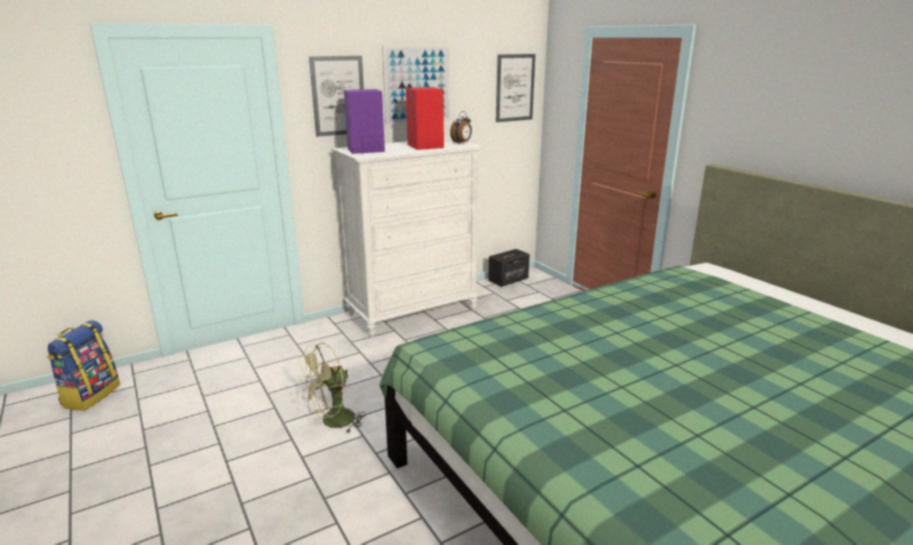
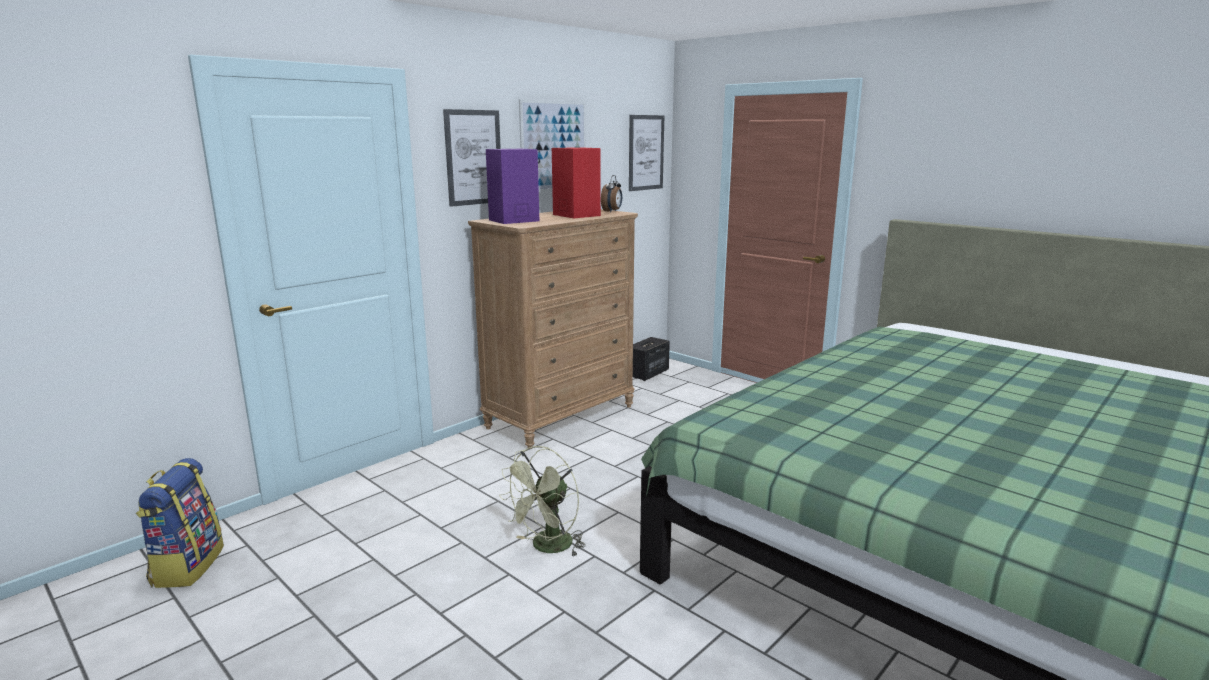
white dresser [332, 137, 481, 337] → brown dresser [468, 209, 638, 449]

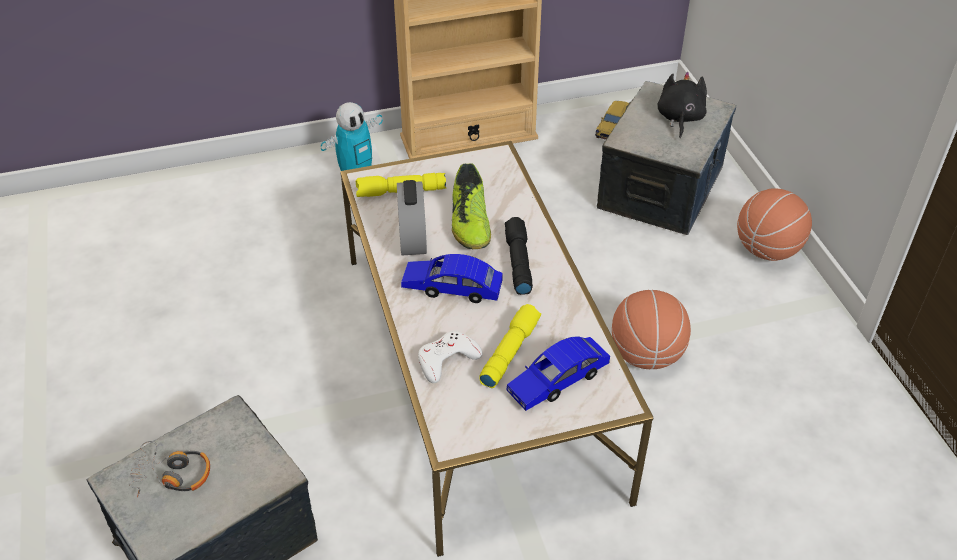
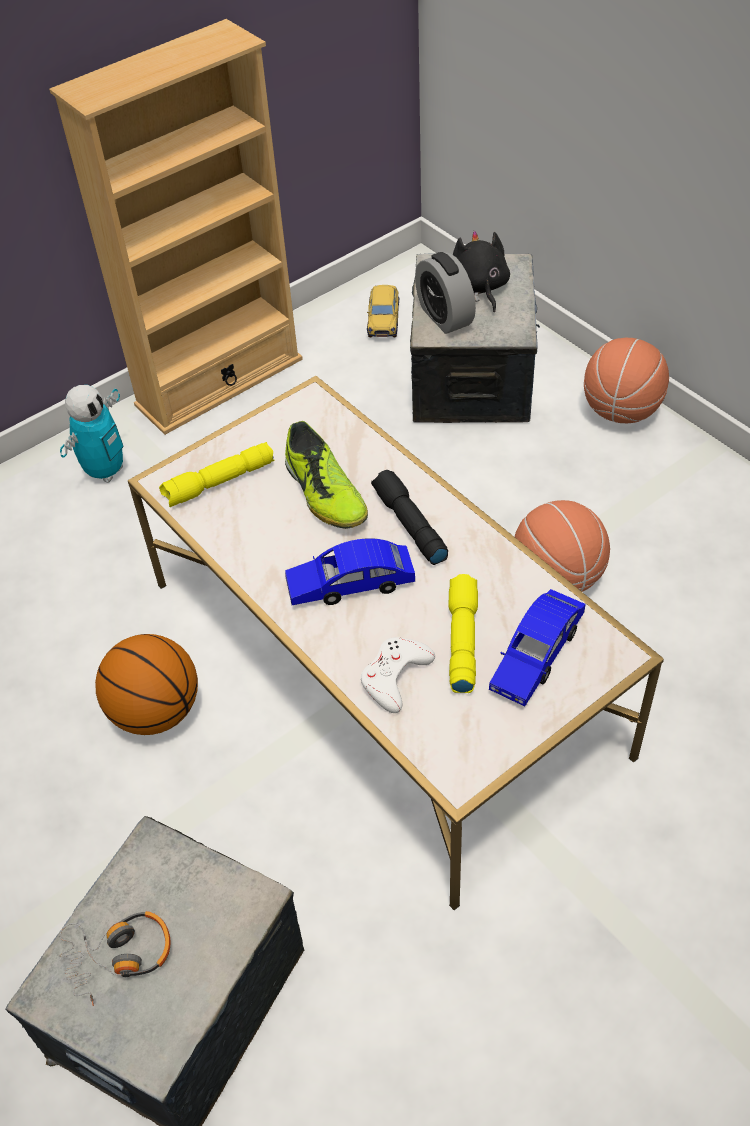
alarm clock [397, 180, 427, 255] → alarm clock [415, 252, 476, 334], moved
- → basketball [95, 634, 198, 735]

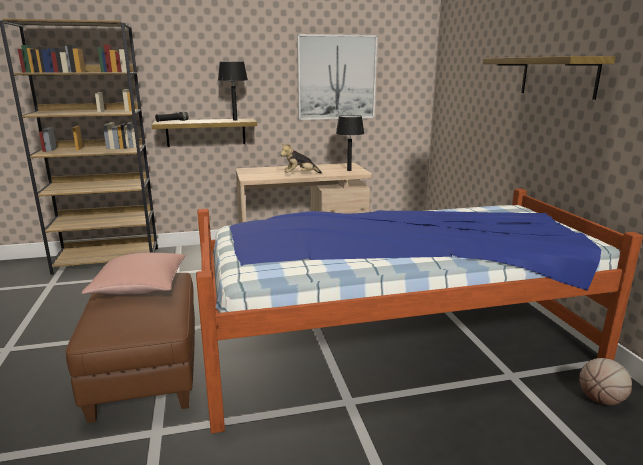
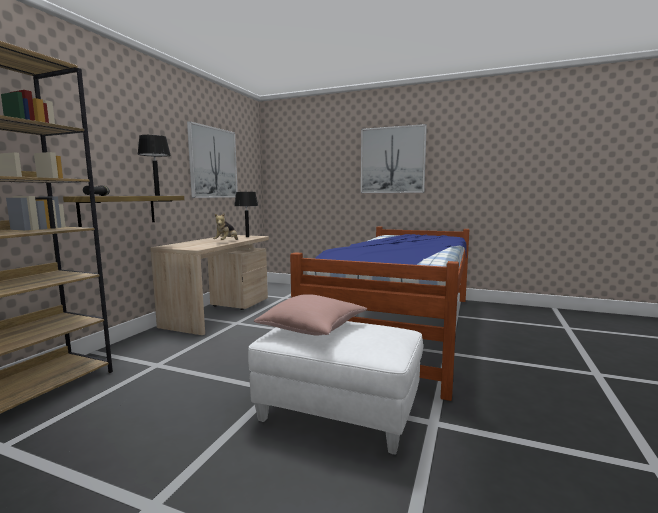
shelf [483, 56, 616, 100] → picture [361, 124, 427, 193]
brown ottoman [66, 273, 195, 423] → white ottoman [248, 321, 423, 455]
basketball [579, 358, 632, 405] → -

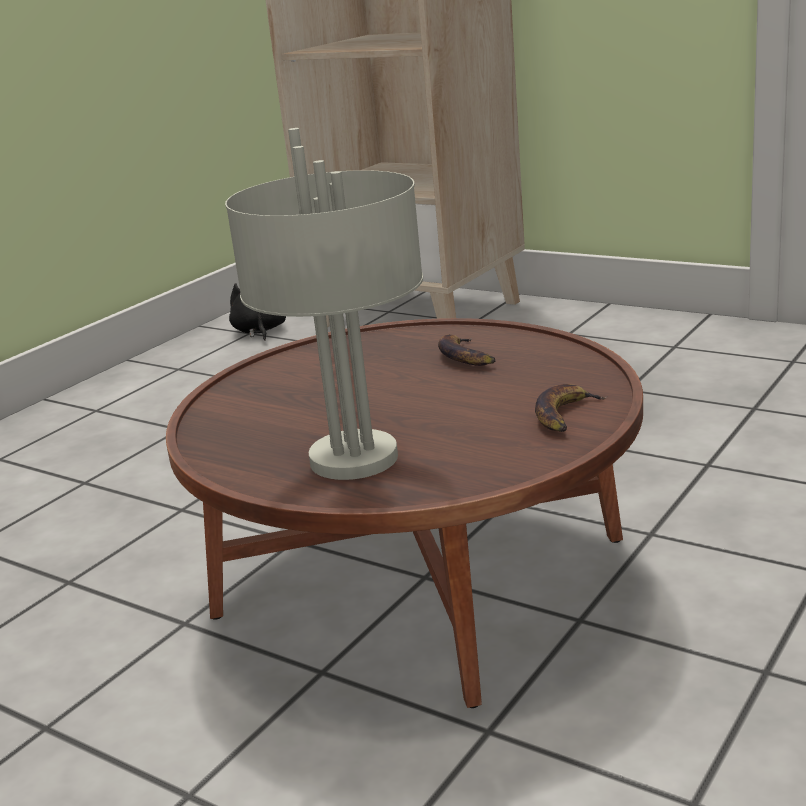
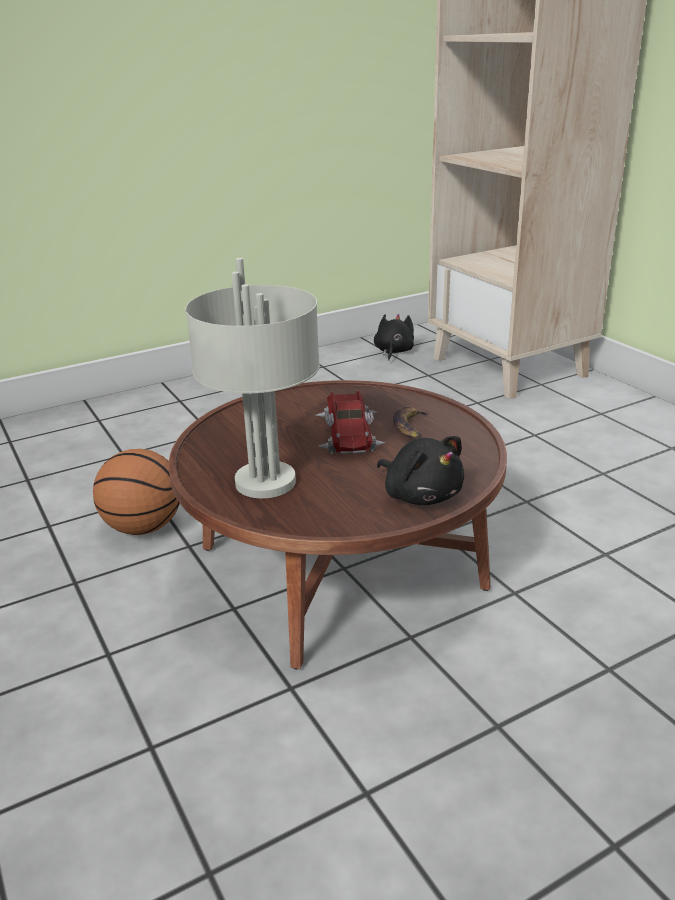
banana [535, 384, 608, 432] → black plush toy [377, 436, 464, 505]
- → toy car [316, 391, 386, 454]
- → basketball [93, 449, 180, 535]

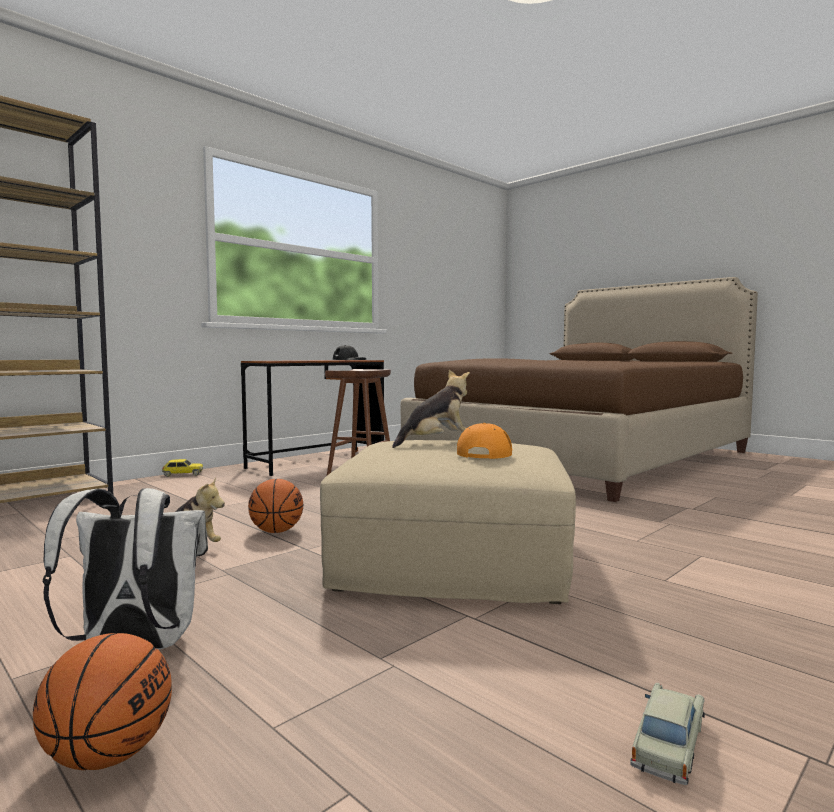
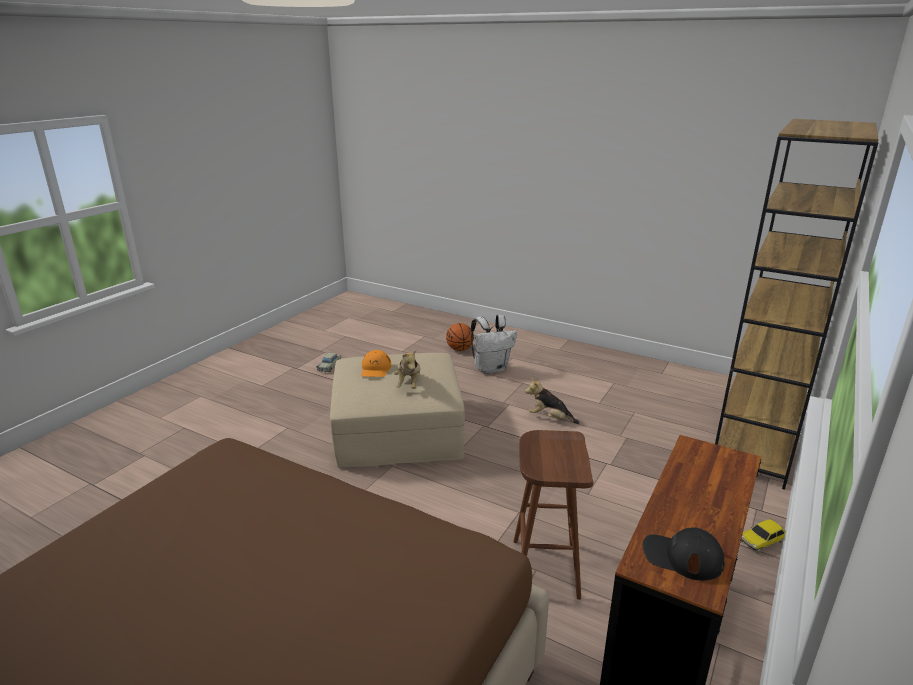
plush toy [392, 370, 470, 448] → plush toy [394, 350, 420, 389], 45 degrees counterclockwise
basketball [248, 479, 303, 533] → -

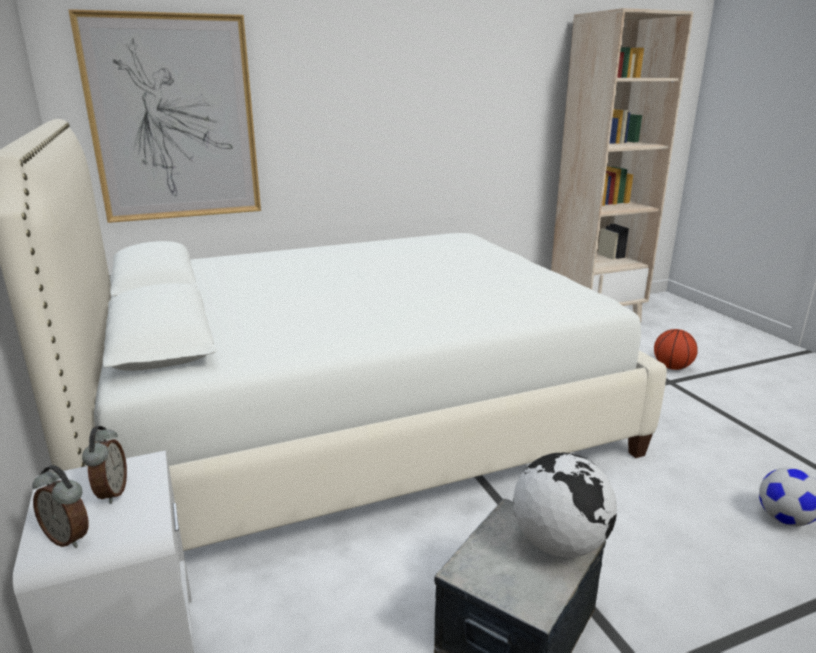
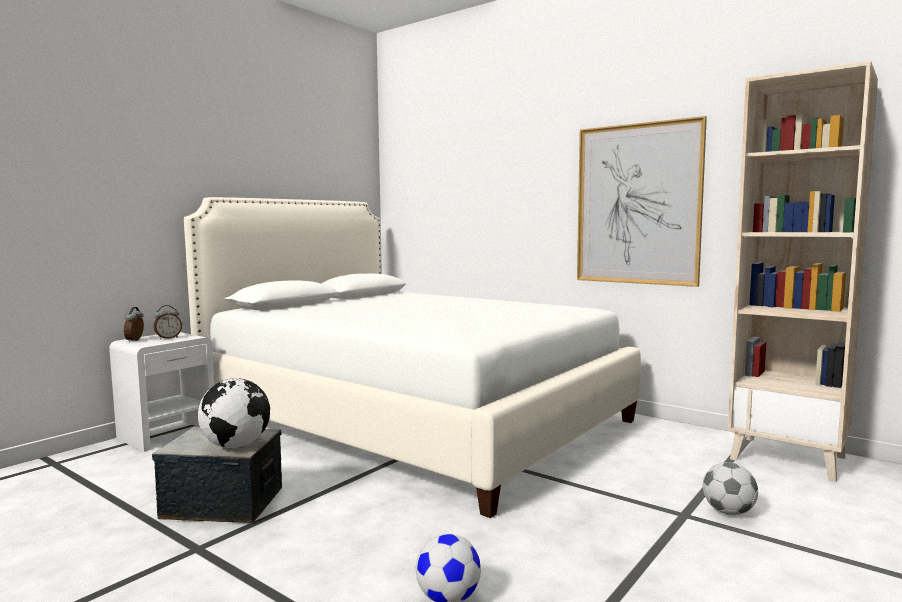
picture [68, 9, 261, 223] → picture [577, 116, 707, 287], moved
basketball [654, 329, 698, 370] → football [703, 462, 758, 515]

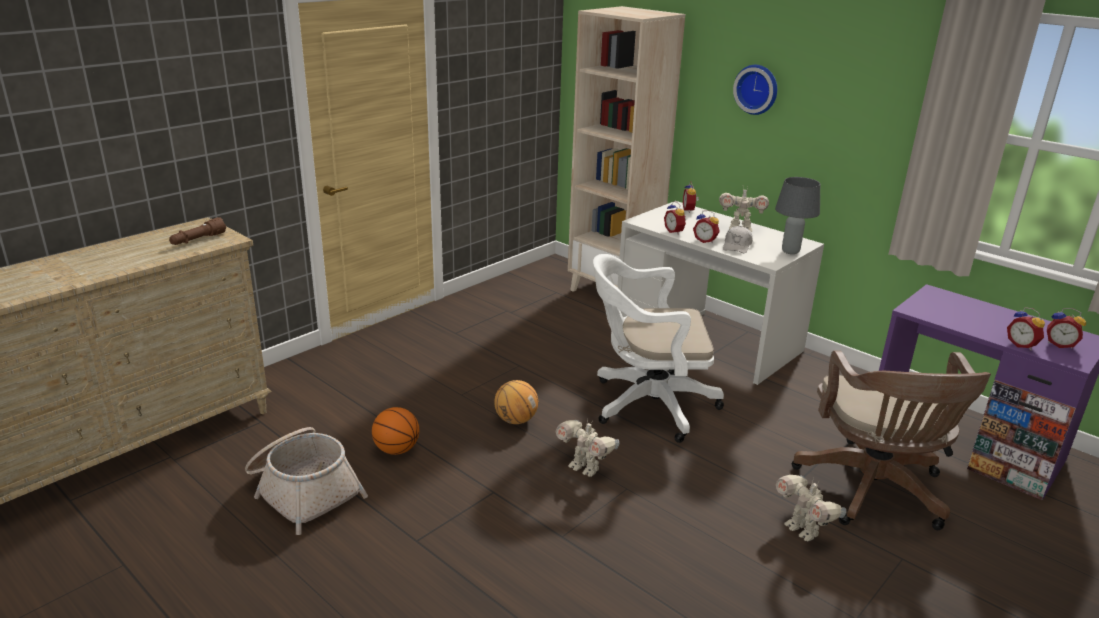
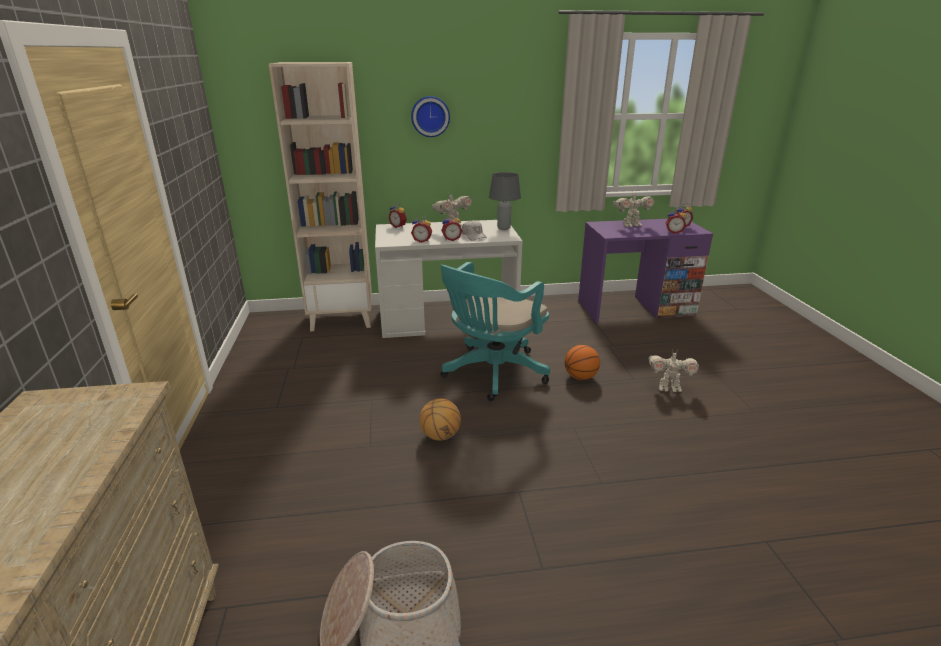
brown flashlight [169, 217, 226, 245] → -
white office chair [593, 254, 724, 443] → turquoise office chair [441, 262, 550, 401]
brown office chair [792, 350, 991, 530] → -
basketball [372, 407, 419, 455] → basketball [564, 345, 600, 380], moved
toy robot [556, 418, 619, 477] → toy robot [613, 191, 655, 227], moved

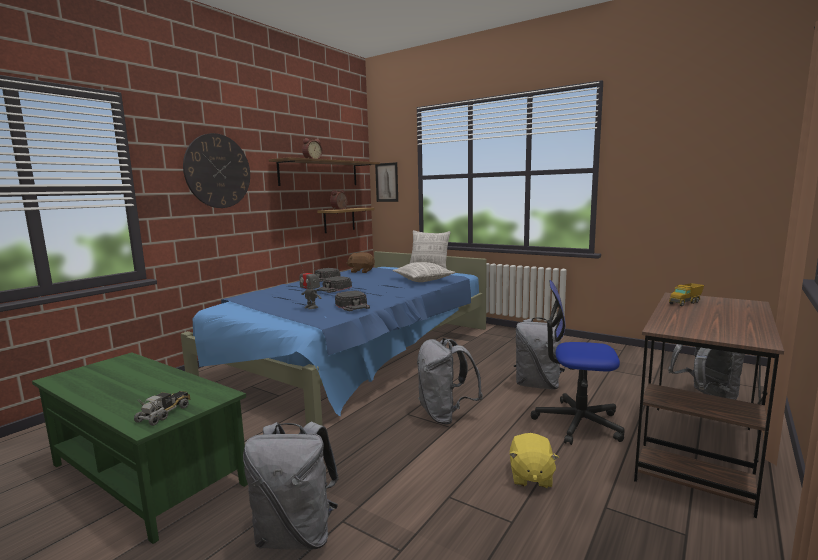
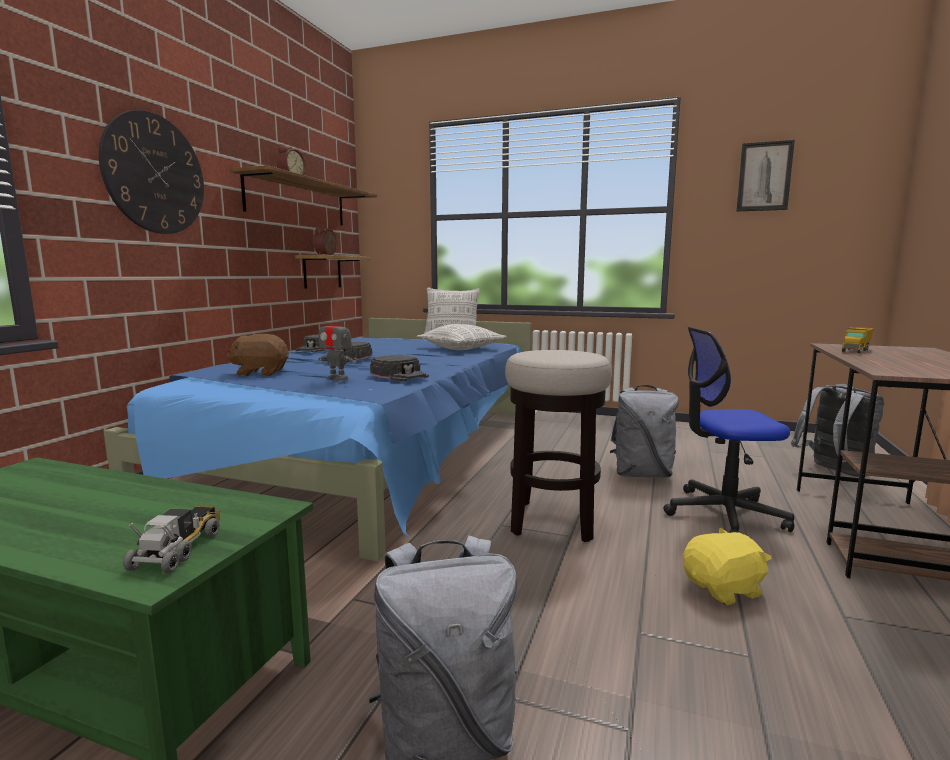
picture [375, 162, 398, 202] → picture [736, 140, 795, 212], moved
brown plush toy [347, 252, 375, 273] → brown plush toy [227, 334, 289, 376], moved
grey backpack [417, 338, 483, 424] → stool [505, 350, 612, 542]
yellow plush toy [509, 433, 559, 488] → yellow plush toy [683, 527, 772, 606], 105 degrees counterclockwise

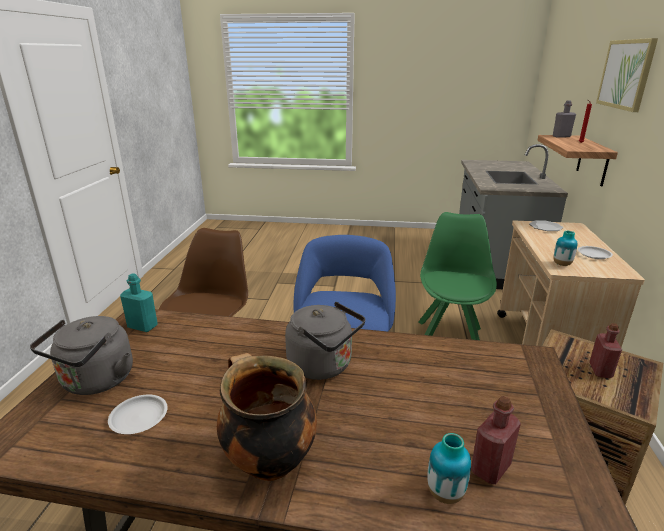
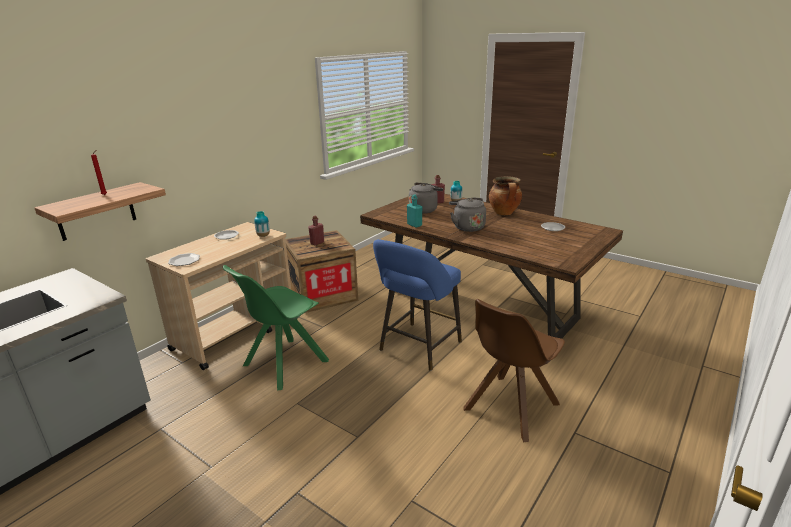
picture [596, 38, 658, 112] → -
grey bottle [553, 100, 576, 138] → -
turquoise bottle [120, 273, 158, 332] → turquoise bottle [407, 195, 422, 228], moved
grey kettle [30, 316, 133, 395] → grey kettle [409, 183, 443, 214], moved

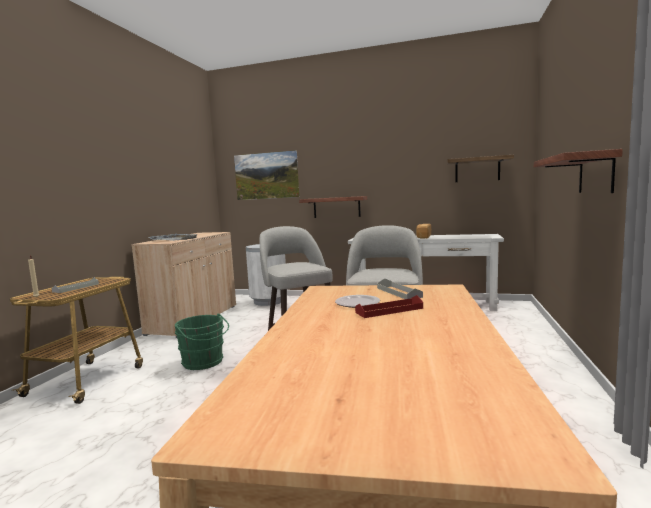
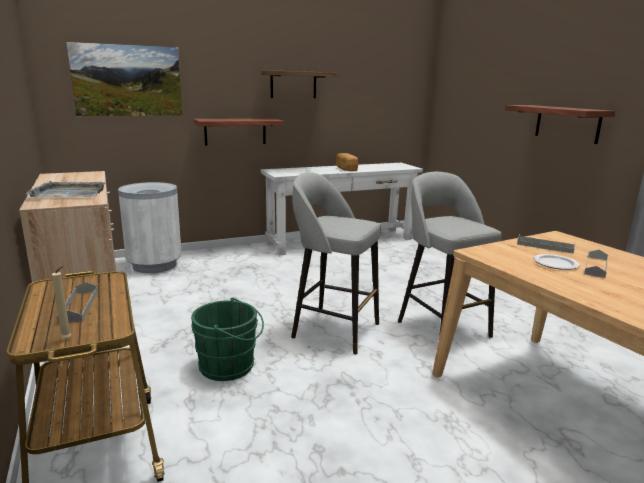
shelf [447, 155, 514, 182] → shelf [261, 70, 337, 98], moved
red tray [355, 295, 423, 318] → grey tray [584, 250, 608, 278]

